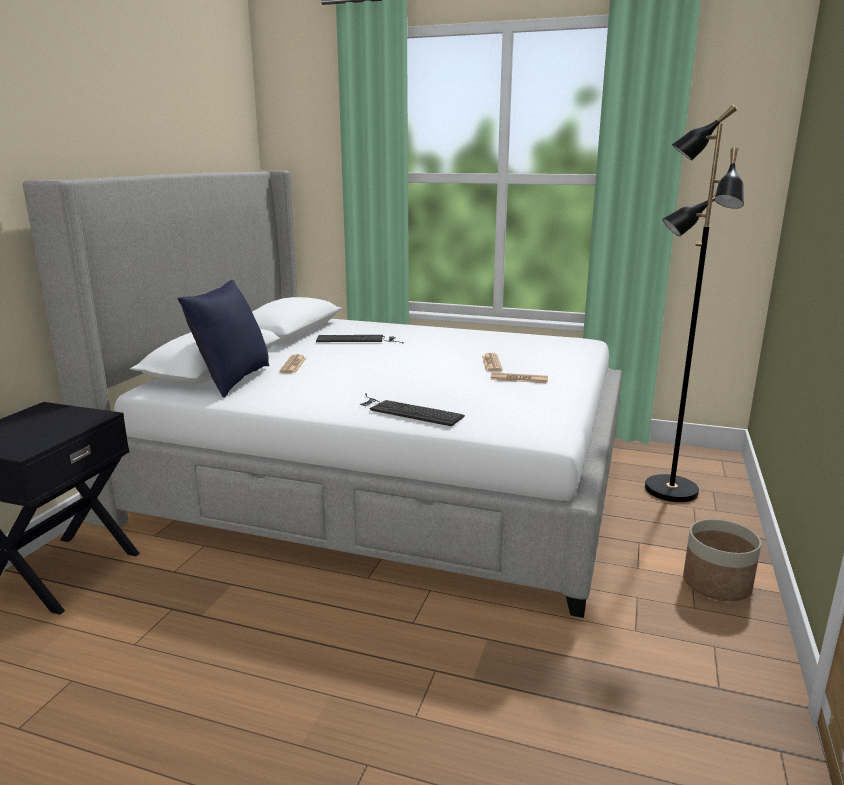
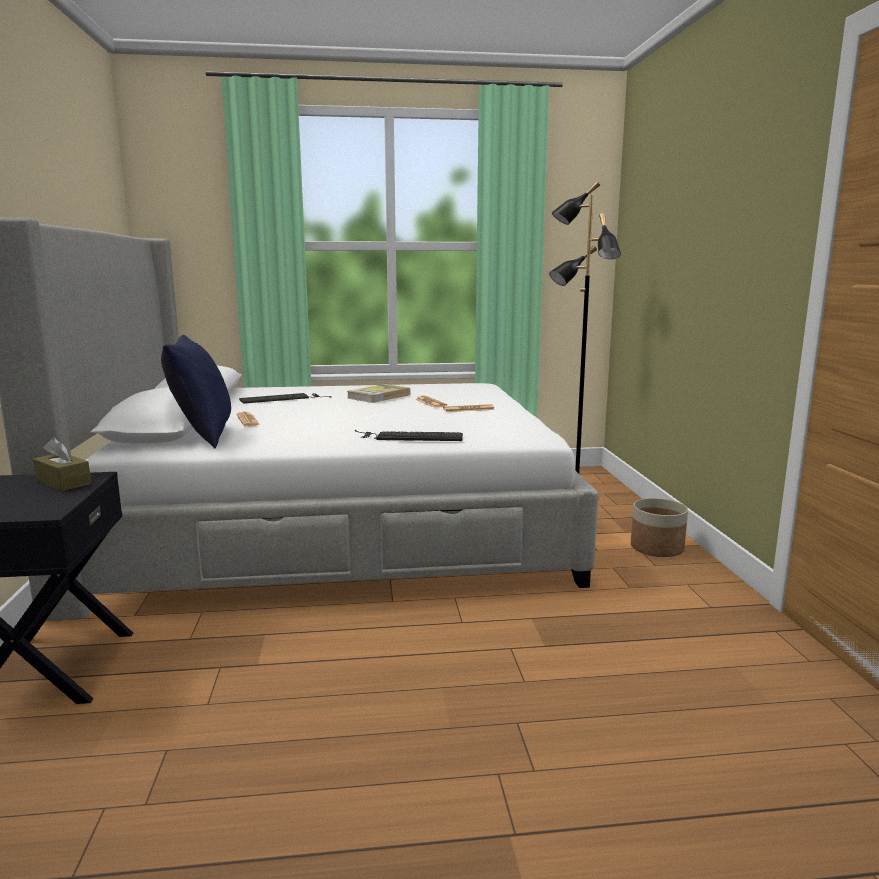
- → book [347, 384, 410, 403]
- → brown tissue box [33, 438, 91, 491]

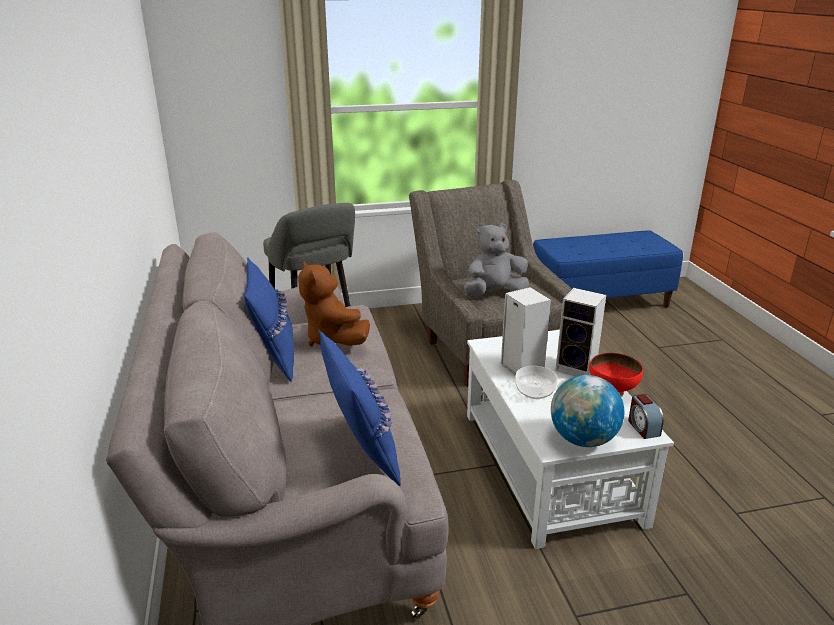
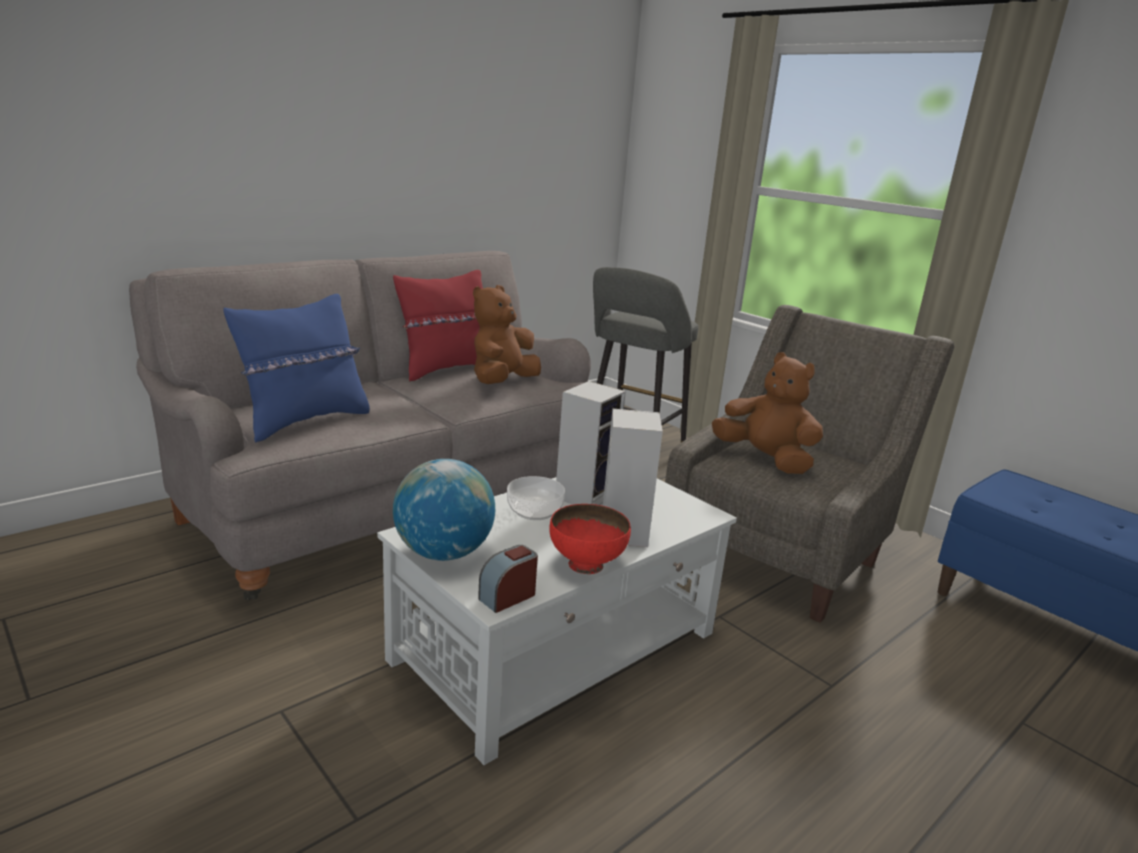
grey plush toy [464, 223, 529, 296] → brown plush toy [712, 352, 823, 474]
blue pillow [244, 257, 294, 382] → red pillow [393, 270, 483, 381]

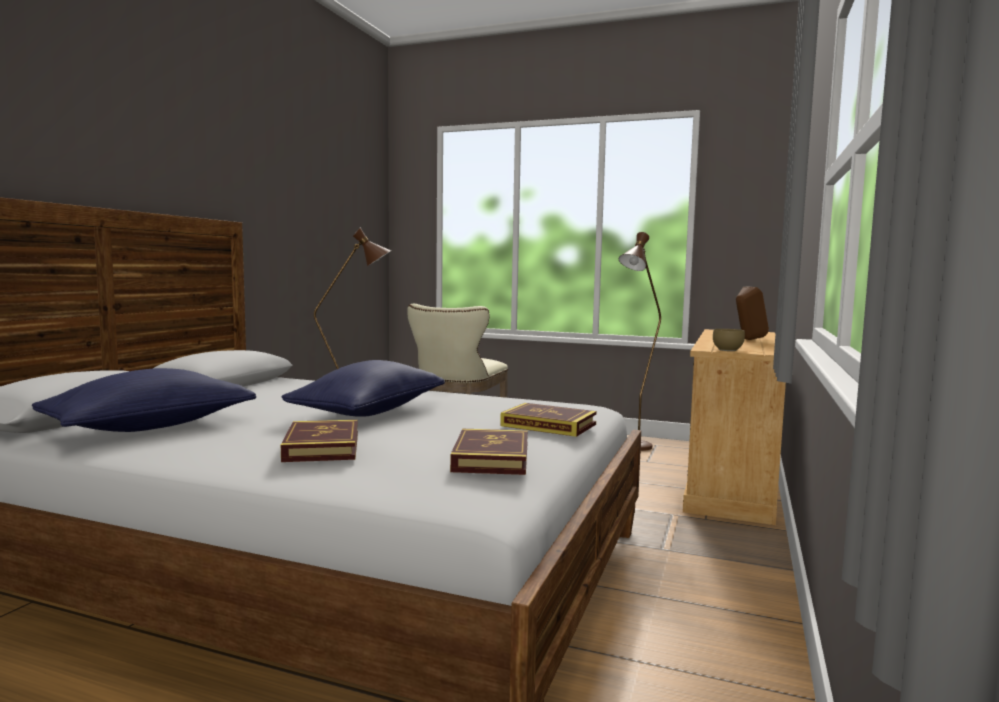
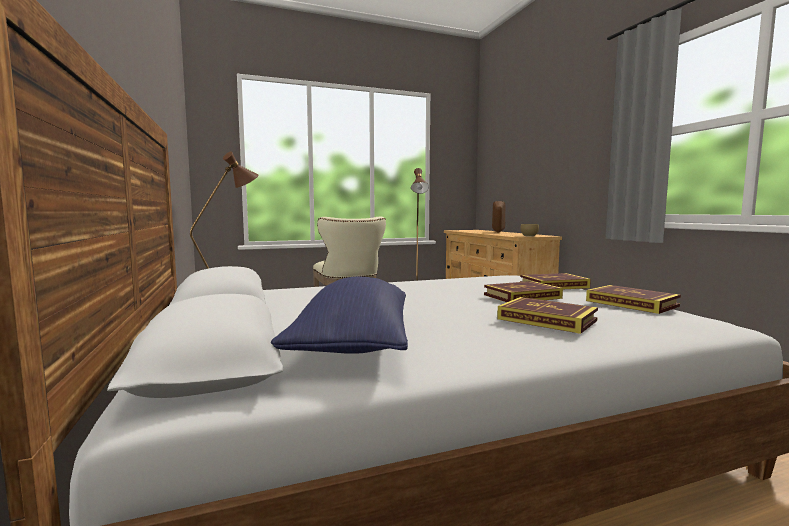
blue pillow [281, 360, 445, 417] → -
- → book [484, 281, 563, 302]

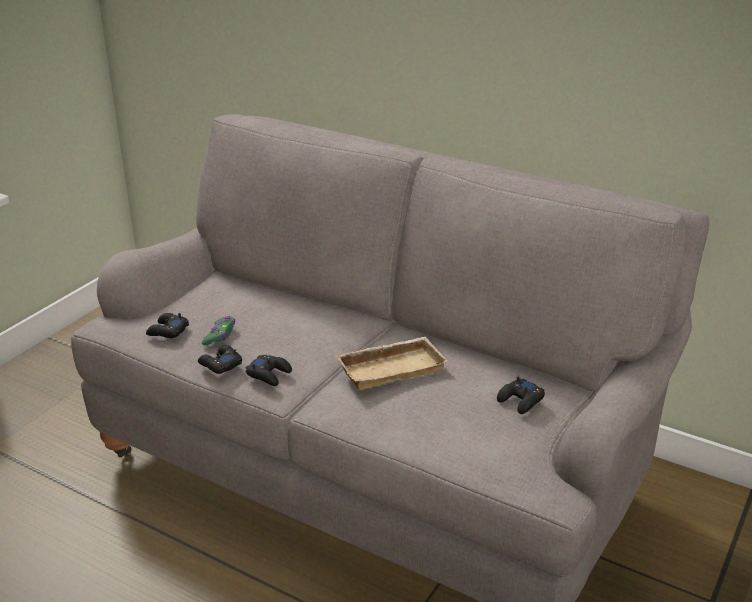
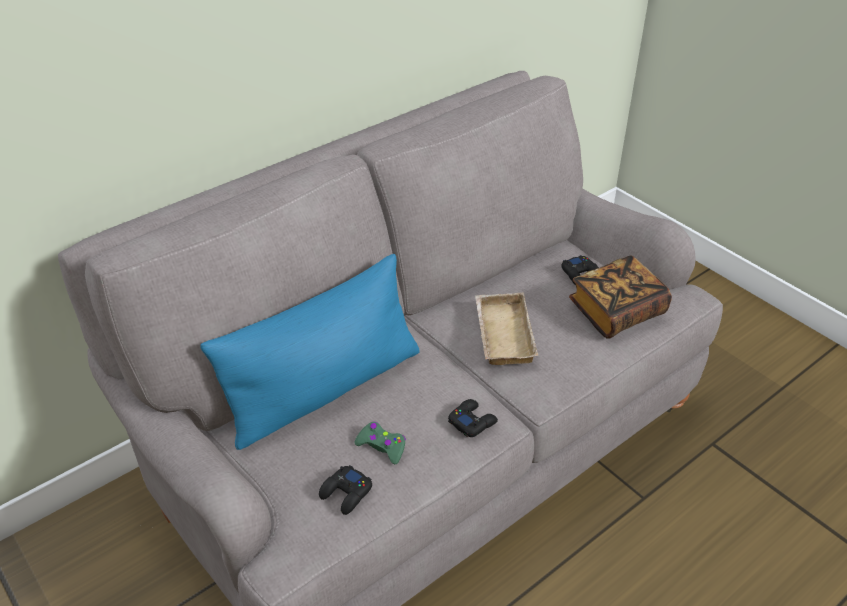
black game controller [198, 345, 242, 374] → -
- → blue pillow [201, 254, 419, 450]
- → book [569, 255, 672, 339]

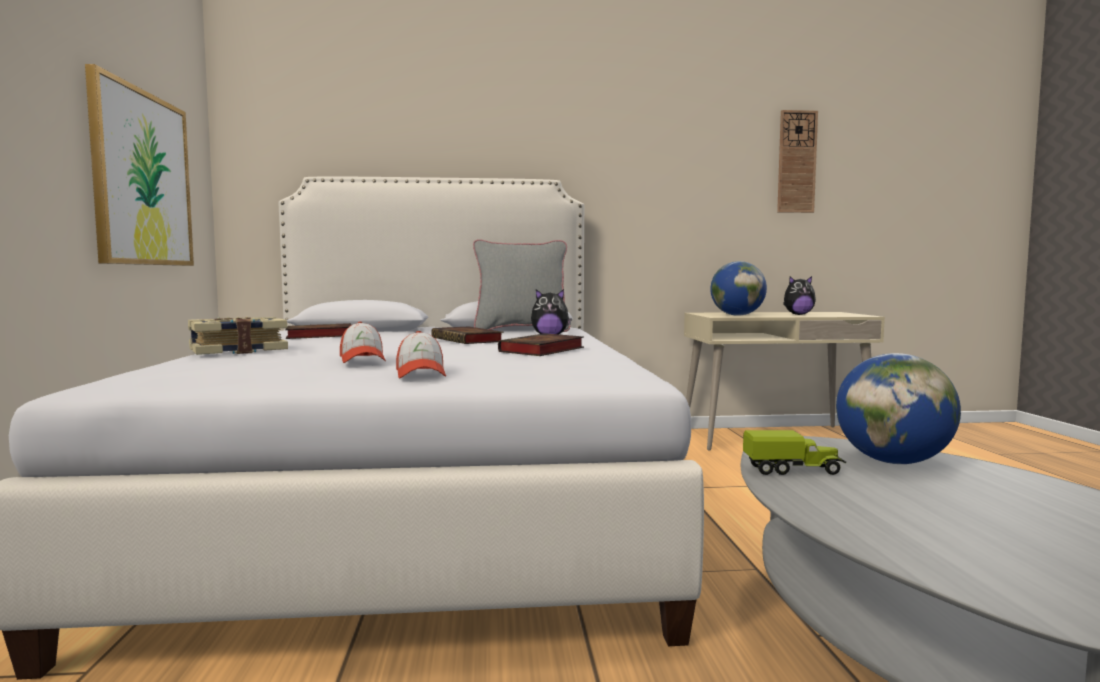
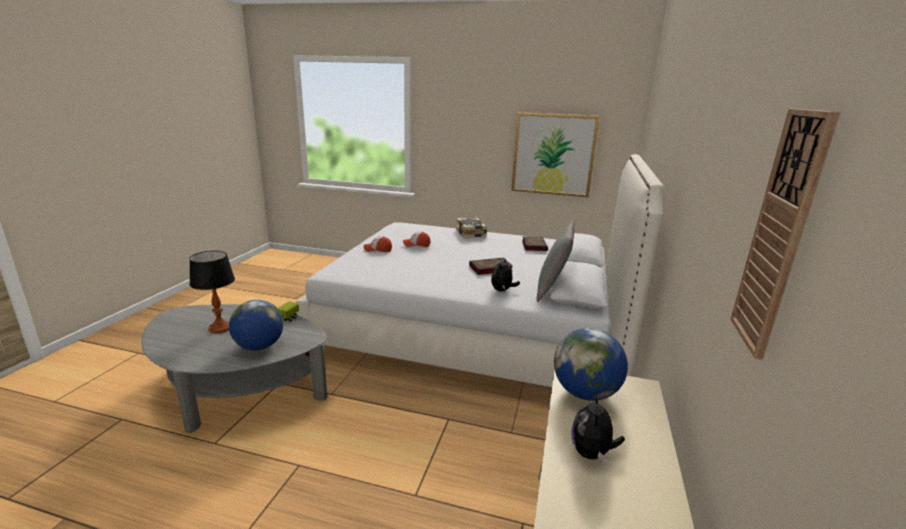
book [498, 333, 584, 356] → -
- → table lamp [189, 251, 235, 333]

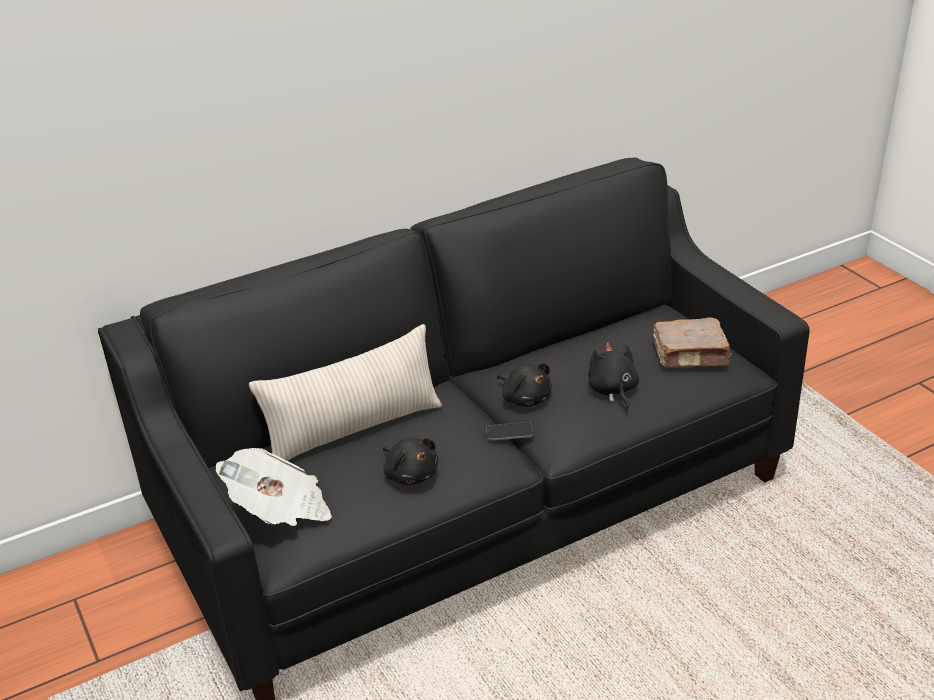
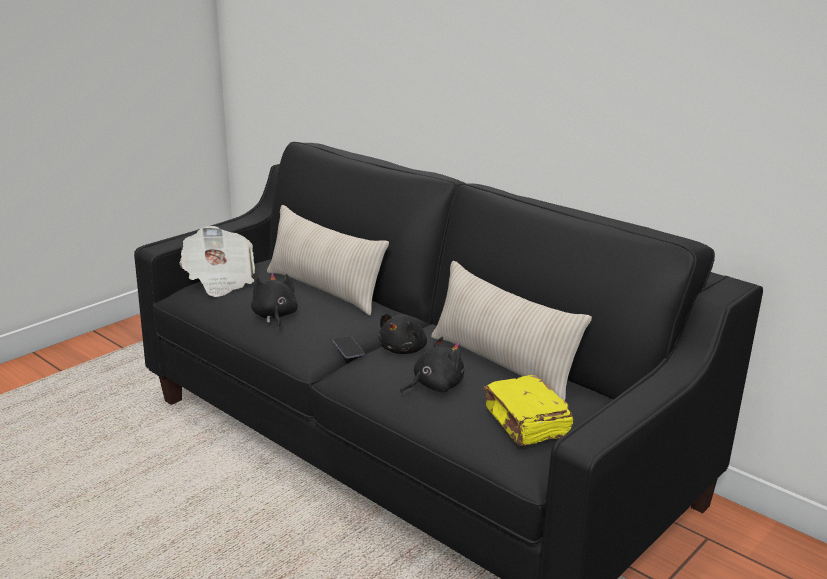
brown book [653, 317, 731, 368] → yellow book [483, 375, 573, 446]
black plush toy [383, 438, 439, 485] → black plush toy [251, 273, 298, 329], 135 degrees clockwise
- → beige pillow [431, 261, 592, 401]

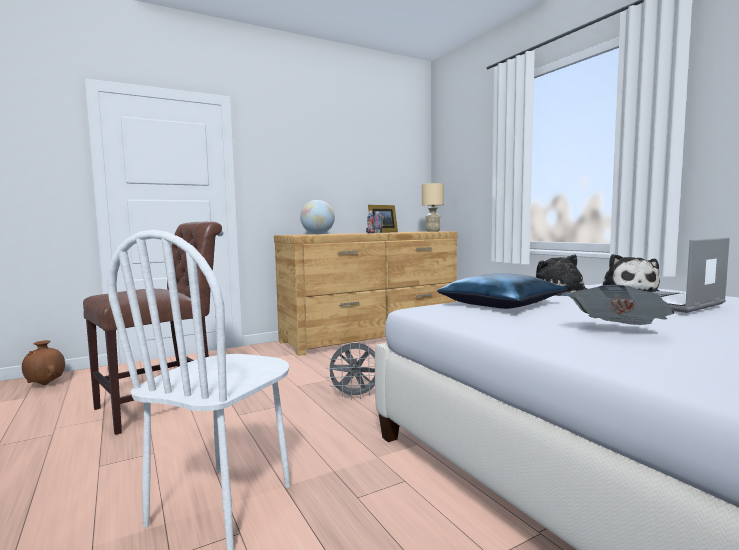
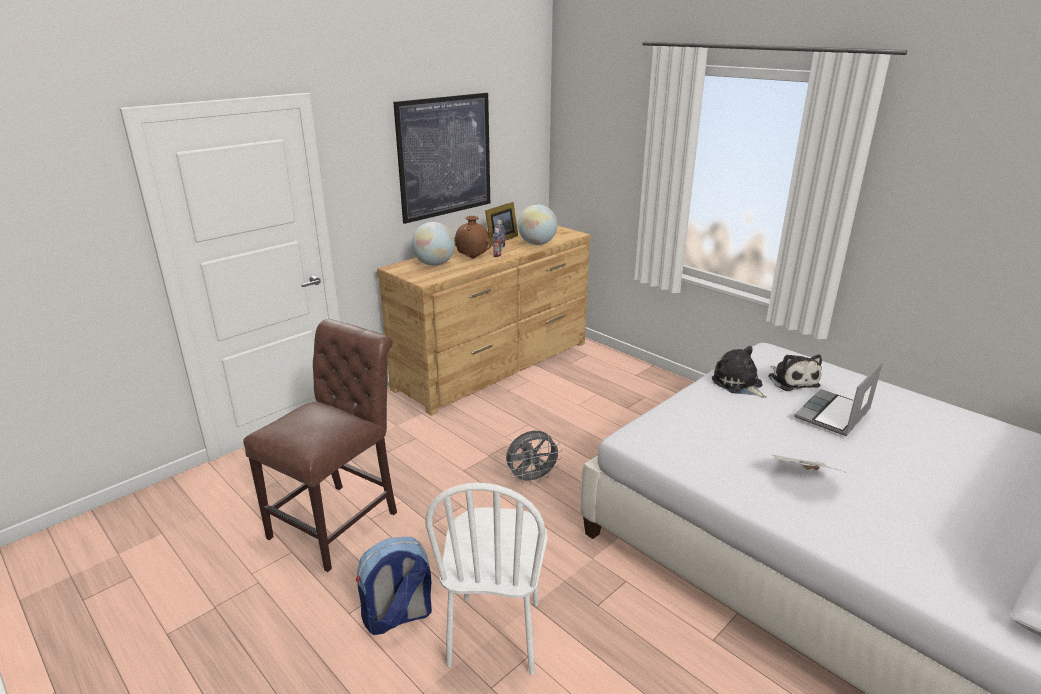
beige table lamp [422, 183, 444, 232] → -
blue pillow [437, 273, 568, 309] → -
brown vase [22, 340, 65, 385] → brown vase [454, 216, 492, 258], moved
- → picture [393, 93, 490, 224]
- → globe [518, 205, 557, 245]
- → backpack [356, 537, 432, 635]

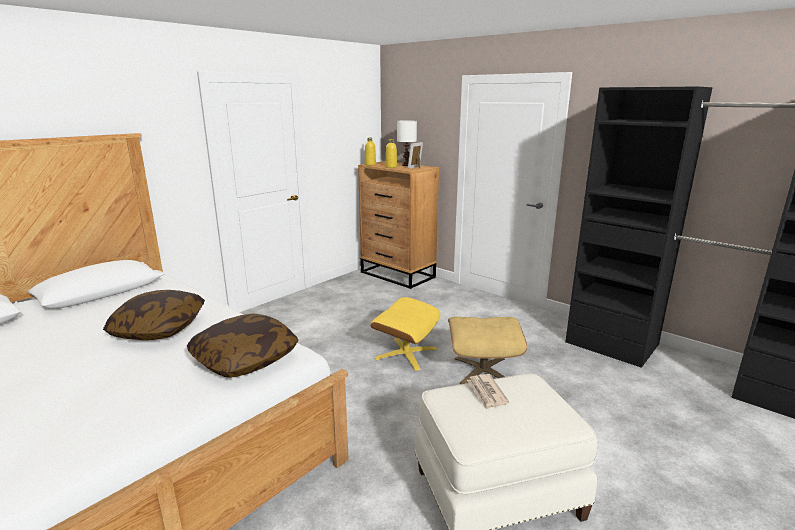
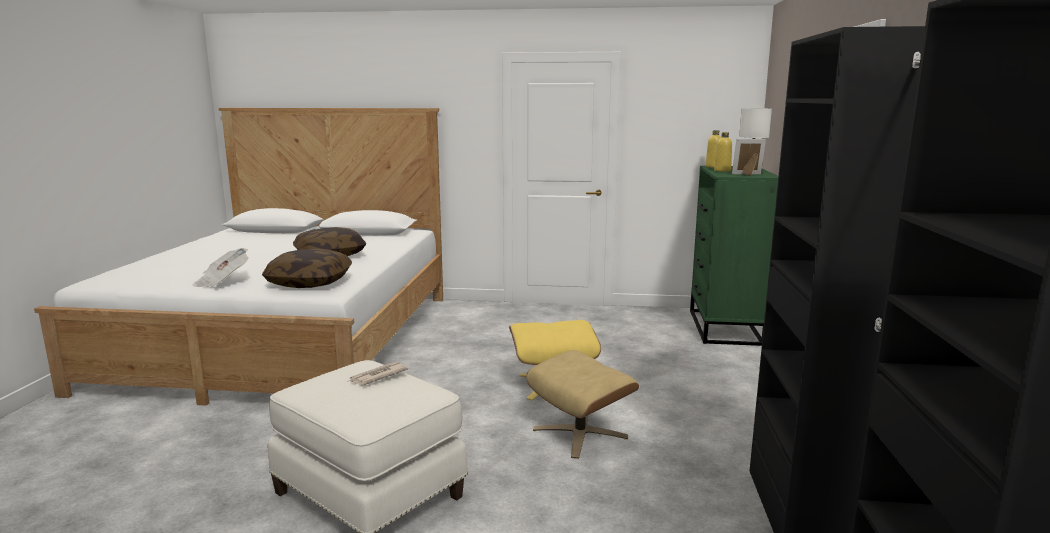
brown dresser [358, 161, 439, 289] → green dresser [690, 166, 778, 346]
- → newspaper [193, 248, 248, 287]

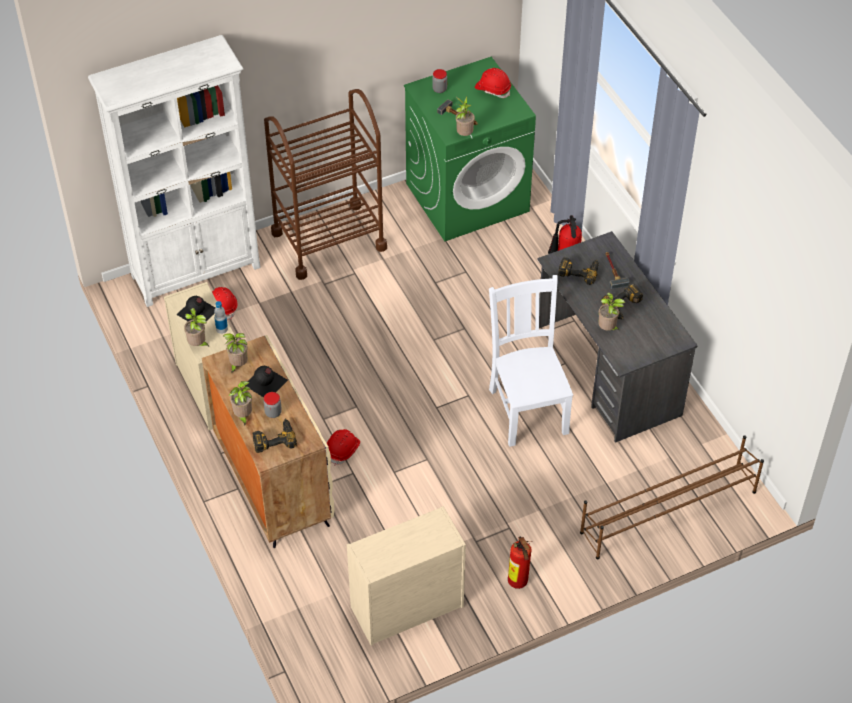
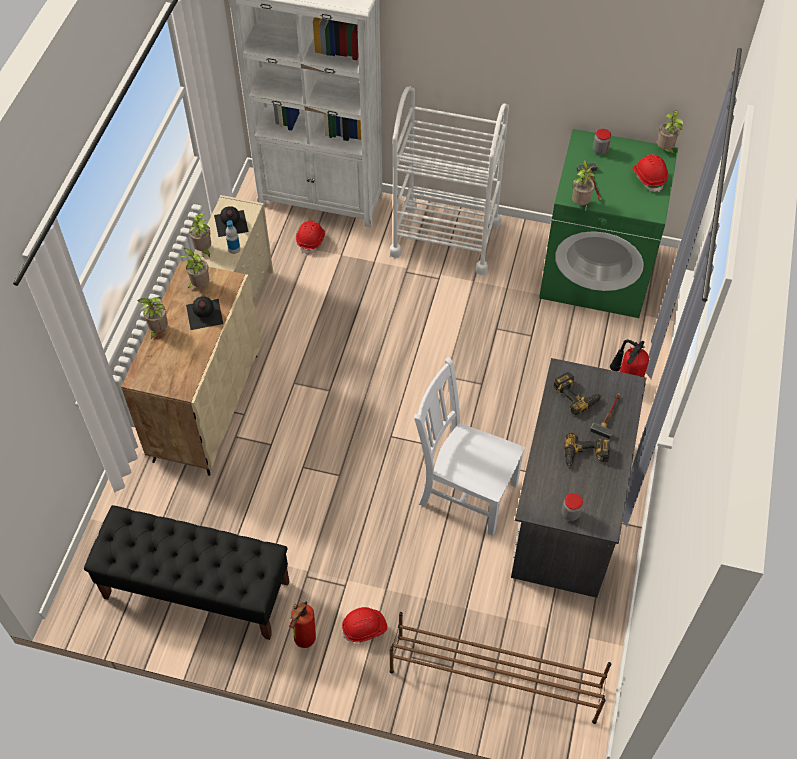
brown cart [264, 89, 387, 280] → white cart [390, 87, 509, 275]
white chair [489, 275, 573, 447] → white chair [414, 357, 525, 536], 90 degrees counterclockwise
potted plant [598, 292, 625, 331] → potted plant [657, 110, 684, 155], moved
jar [263, 392, 282, 418] → jar [562, 493, 583, 521], moved
power drill [252, 419, 297, 453] → -
red hard hat [327, 429, 360, 465] → red hard hat [342, 607, 387, 642], moved
beige dresser [347, 506, 466, 646] → black bench [84, 505, 290, 640]

